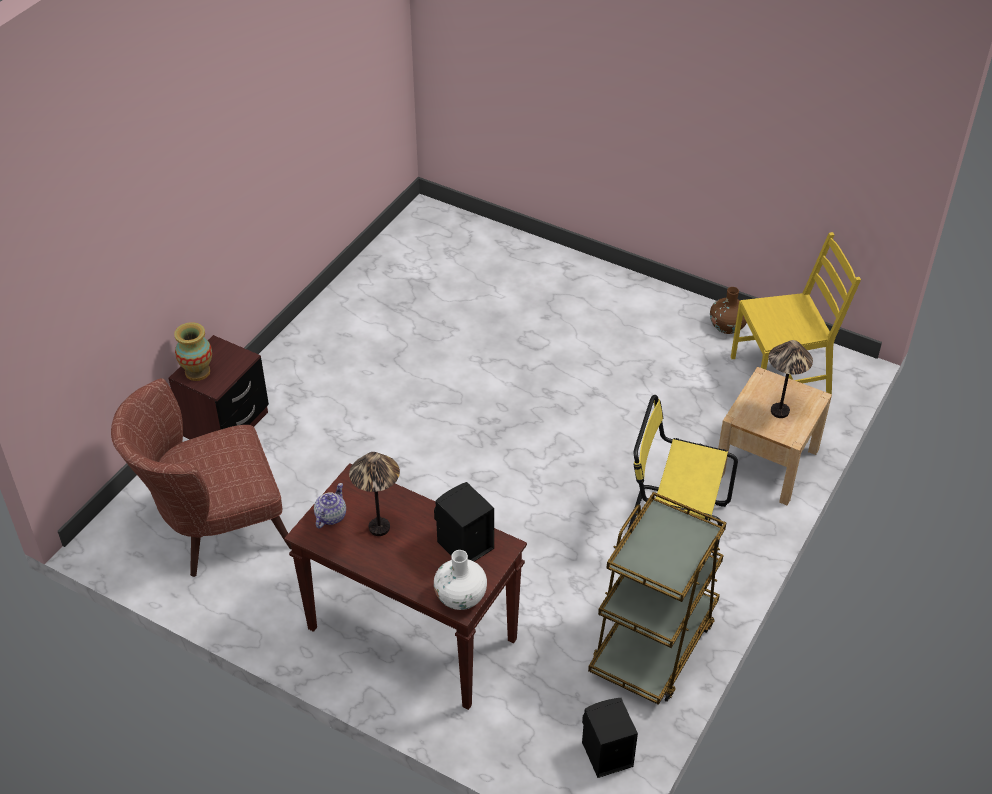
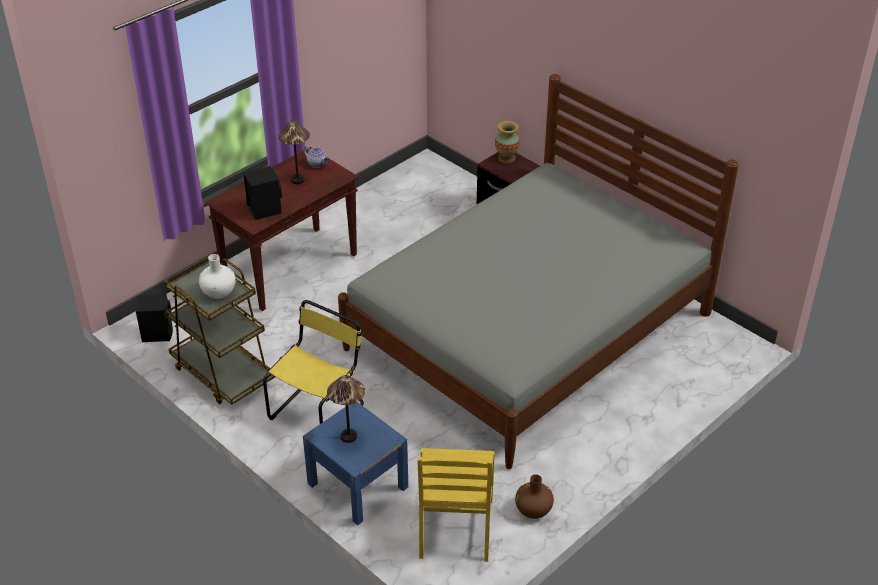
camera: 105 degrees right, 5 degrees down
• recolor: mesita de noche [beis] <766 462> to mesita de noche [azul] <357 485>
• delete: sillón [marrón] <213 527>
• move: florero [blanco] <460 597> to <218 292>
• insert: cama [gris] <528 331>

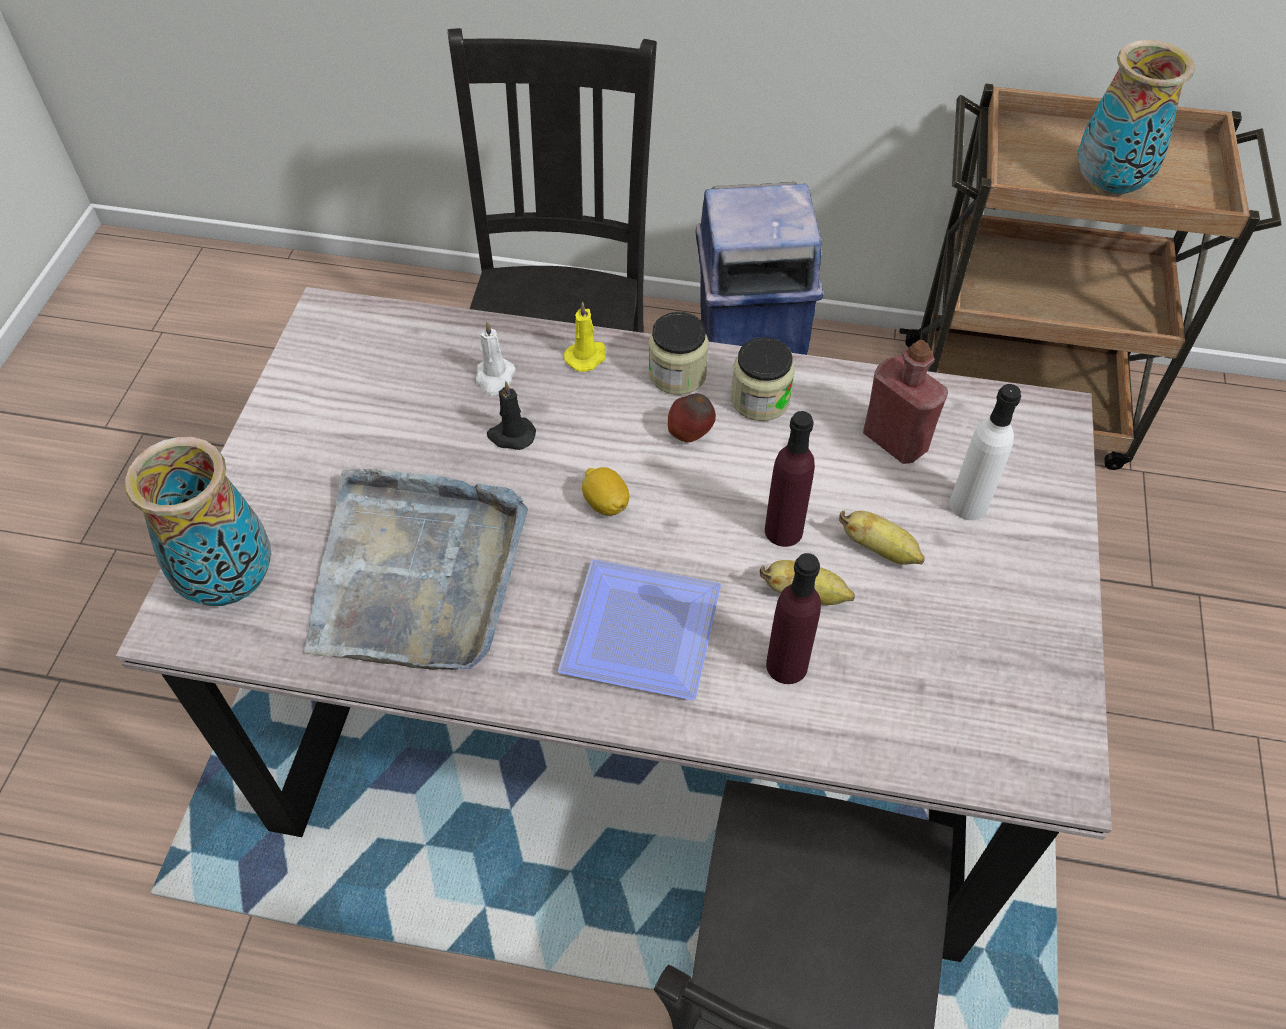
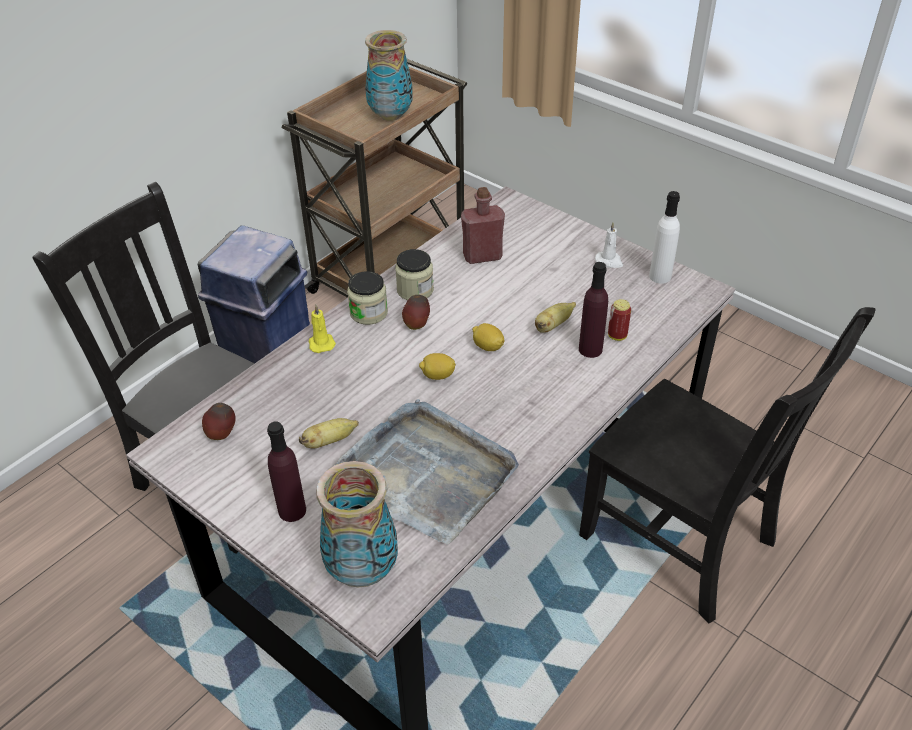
camera: 60 degrees left, 10 degrees down
• move: vela [blanco] <495 378> to <609 261>
• delete: vela [negro] <511 435>
• move: botella [blanco] <968 505> to <660 276>
• move: botella [morado] <783 530> to <292 510>
• move: plátano <880 550> to <329 441>
• delete: plato <647 629>
• insert: lata <617 336>
• insert: limón <488 347>
• insert: manzana <222 434>

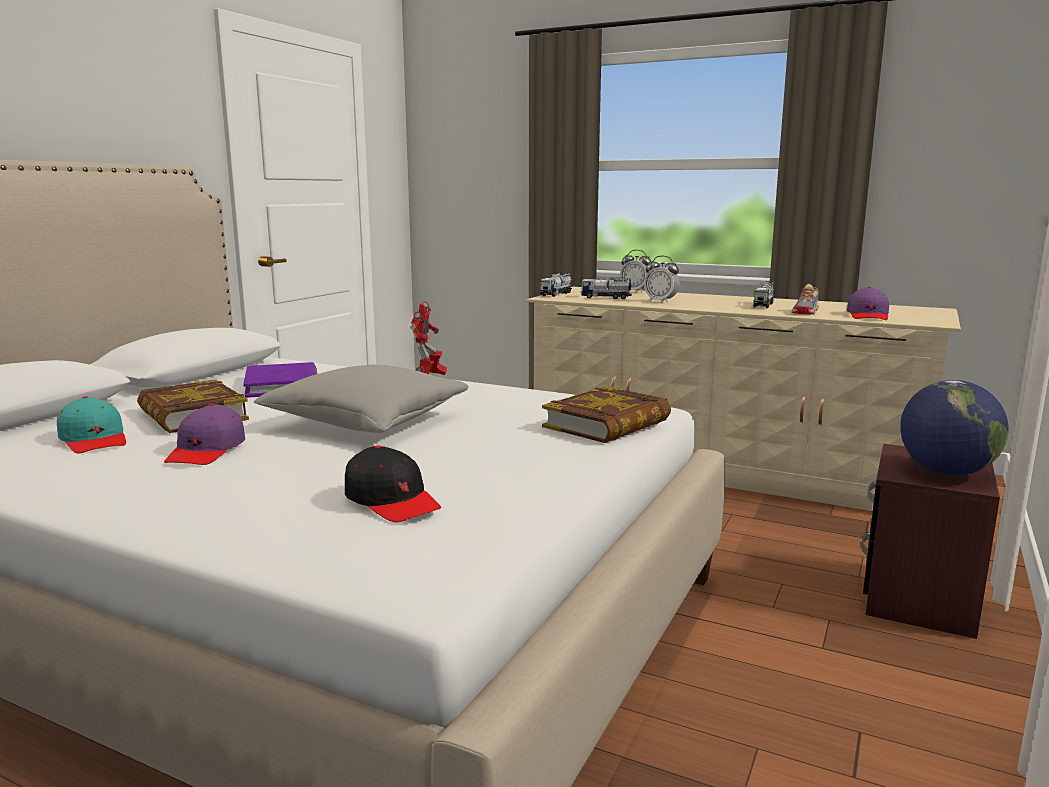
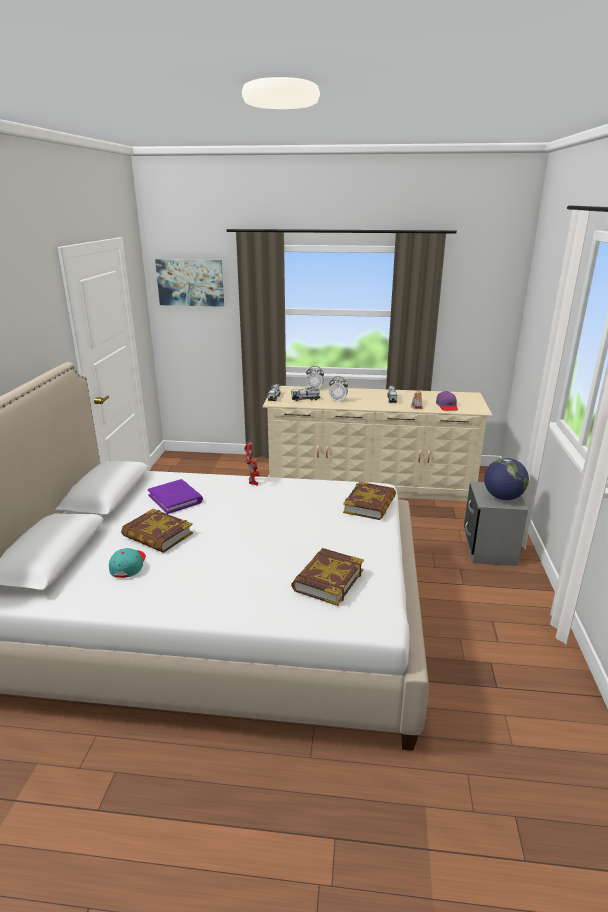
camera: 20 degrees left, 10 degrees up
• delete: cojín [gris] <367 422>
• rotate: gorra [turquesa] <94 440> = <128 566> 120 degrees counterclockwise
• delete: gorra [morado] <207 450>
• recolor: mesita de noche [marrón] <918 598> to mesita de noche [gris] <489 549>
• replace: gorra [negro] <392 501> to libro <327 580>
• insert: cuadro <190 282>

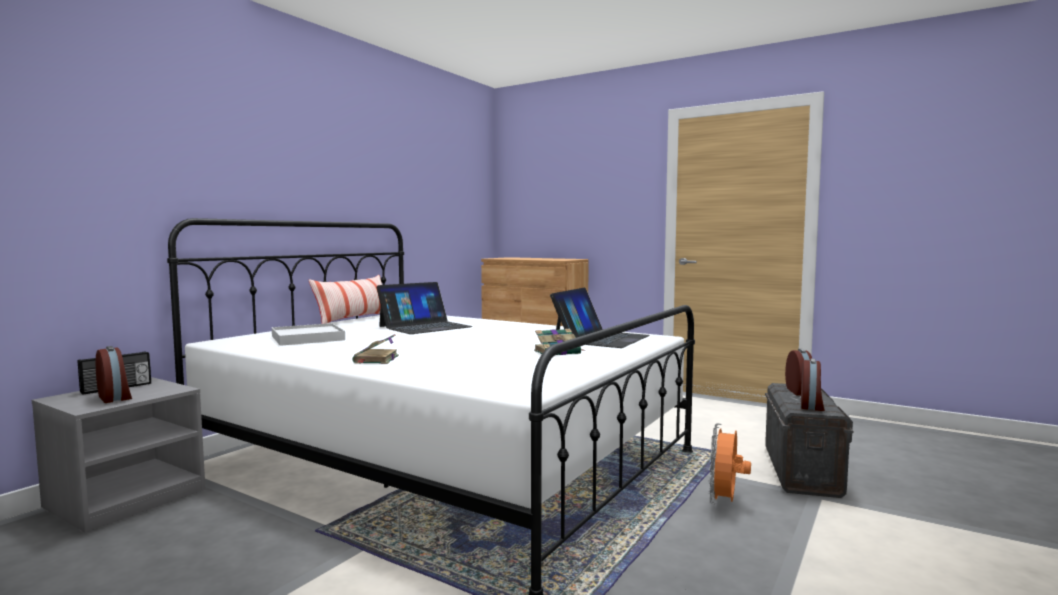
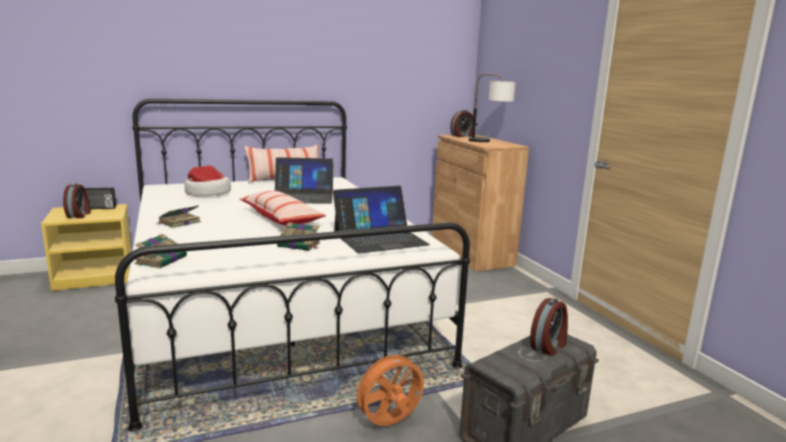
camera: 35 degrees right, 10 degrees up
• replace: bandeja [blanco] <307 338> to sombrero <207 193>
• move: despertador <812 406> to <462 136>
• recolor: mesita de noche [gris] <126 498> to mesita de noche [amarillo] <95 276>
• insert: lámpara de mesa <489 141>
• insert: cojín <281 218>
• insert: libro <162 260>

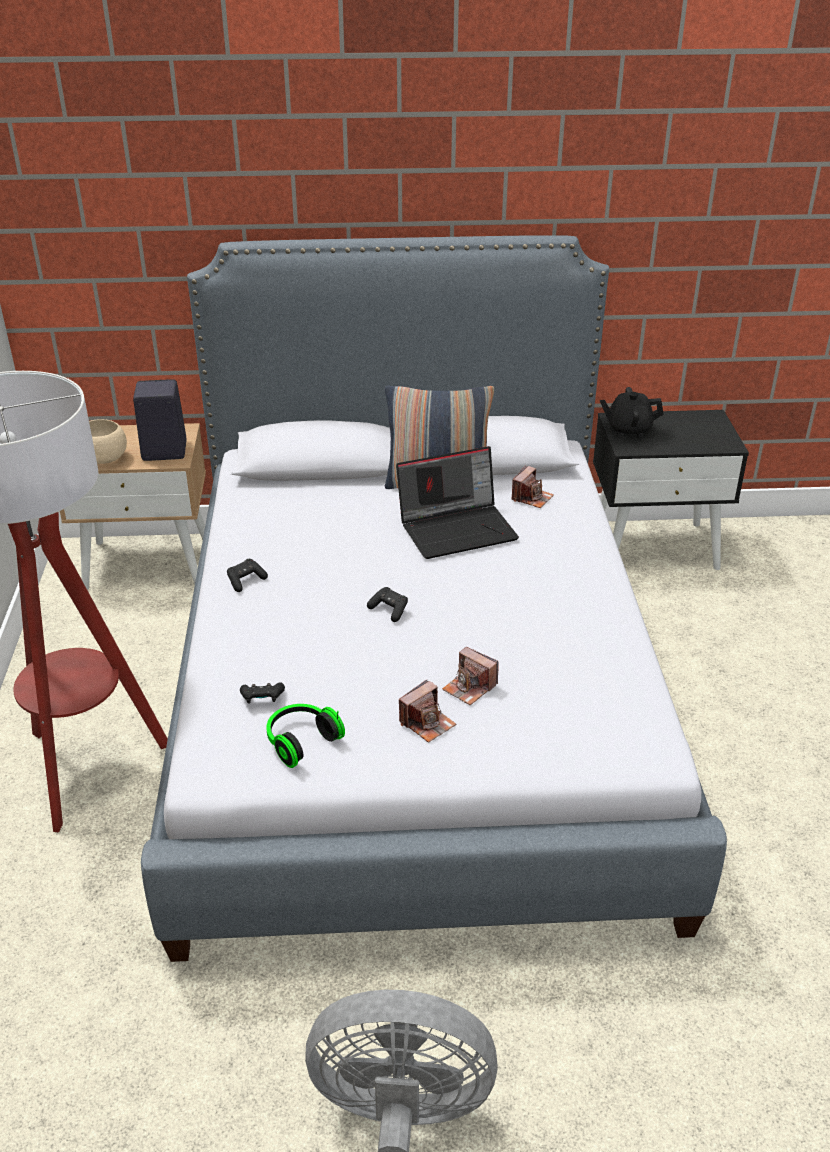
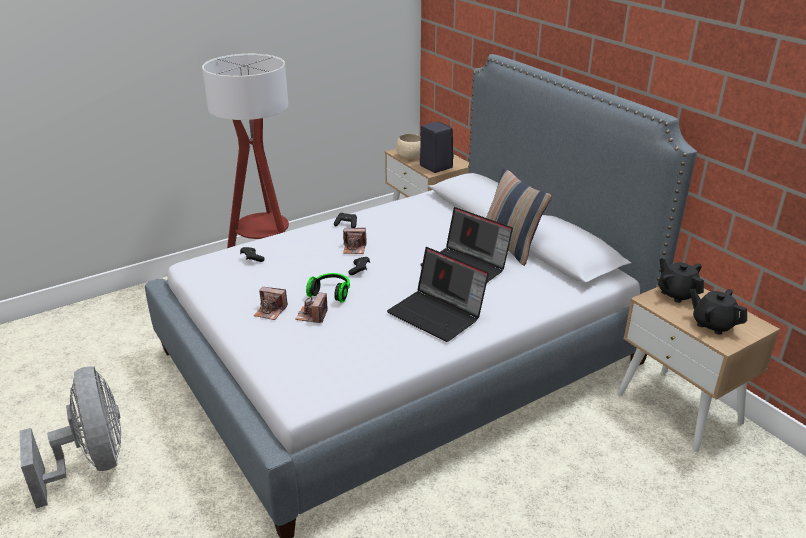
camera: 60 degrees right, 5 degrees down
• recolor: mesita de noche [negro] <654 547> to mesita de noche [beis] <679 408>
• move: cámara <531 498> to <354 248>
• move: auriculares <300 741> to <331 293>
• insert: portátil <438 314>
• insert: tetera [negro] <713 324>

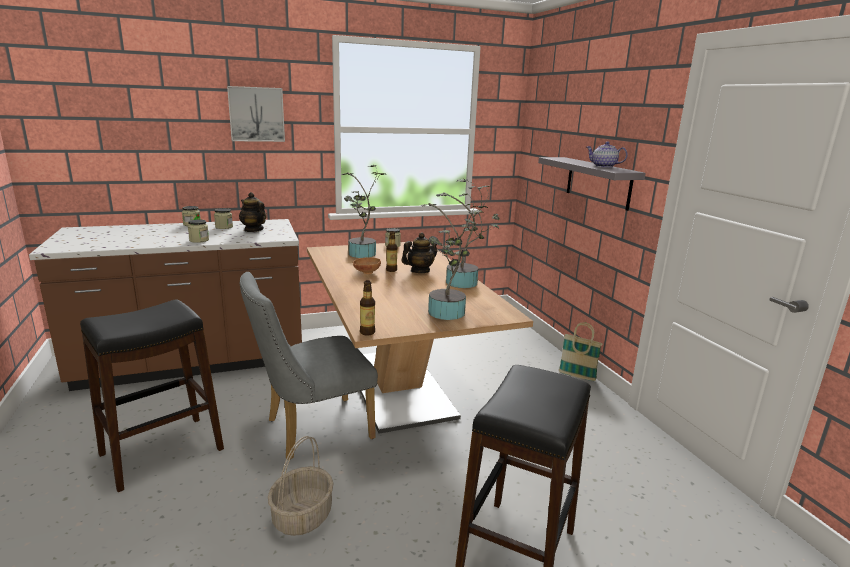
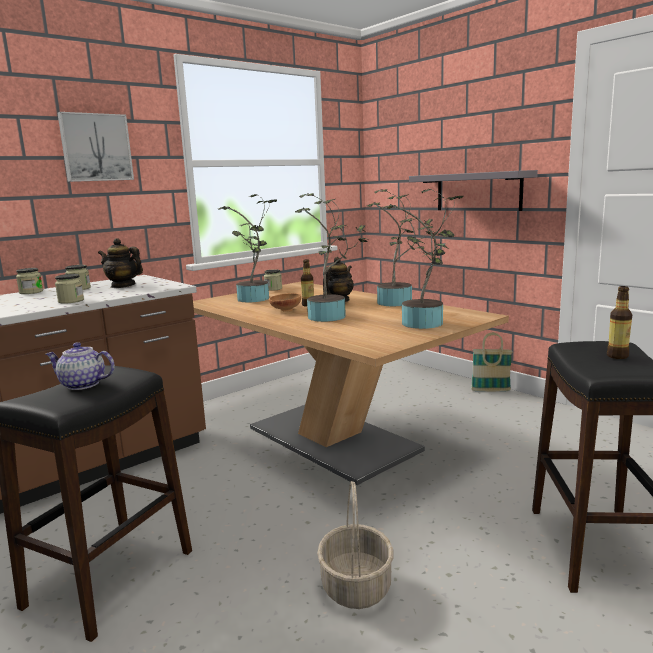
camera: 20 degrees left, 5 degrees down
• move: tetera <603 166> to <82 385>
• delete: silla [gris] <311 430>
• move: botella <367 332> to <617 356>
• insert: planta en maceta <331 316>

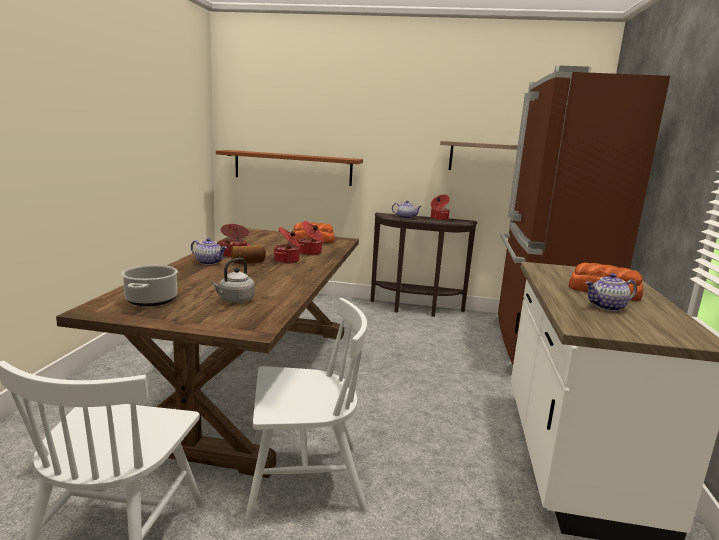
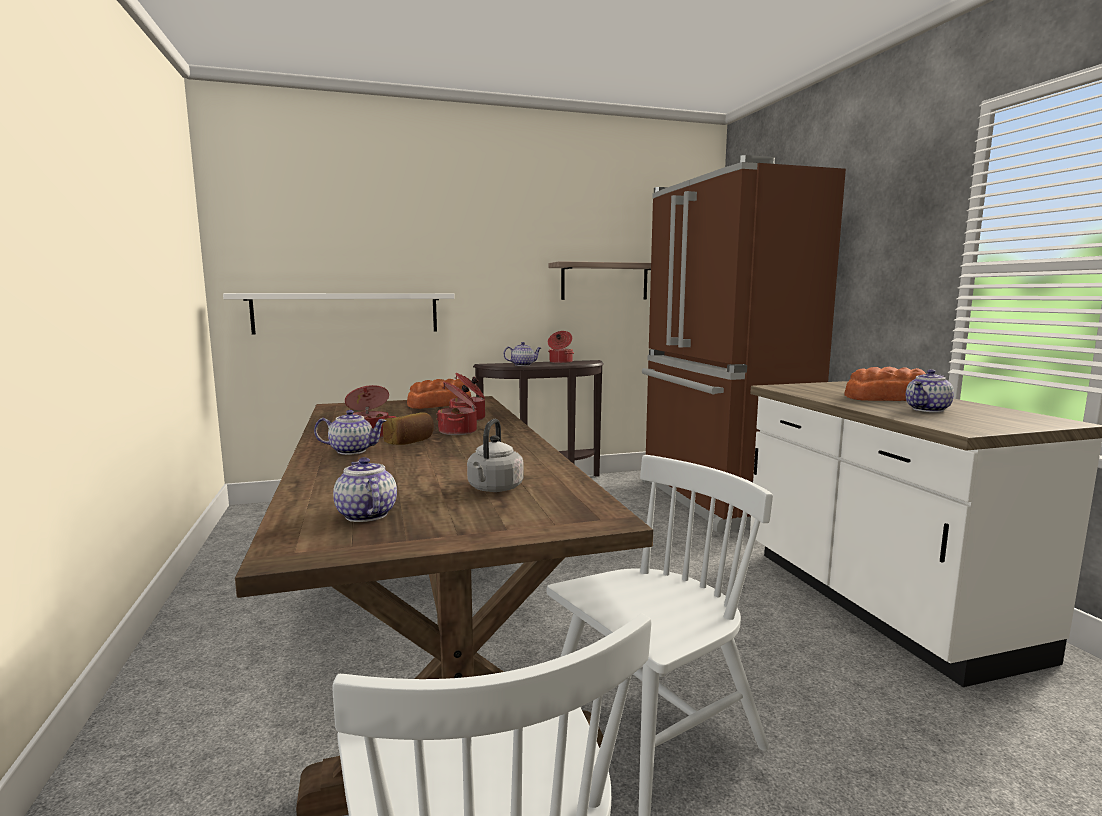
camera: 25 degrees left, 5 degrees down
• recolor: estante [marrón] <293 168> to estante [blanco] <346 313>
• replace: olla <151 300> to tetera <365 514>

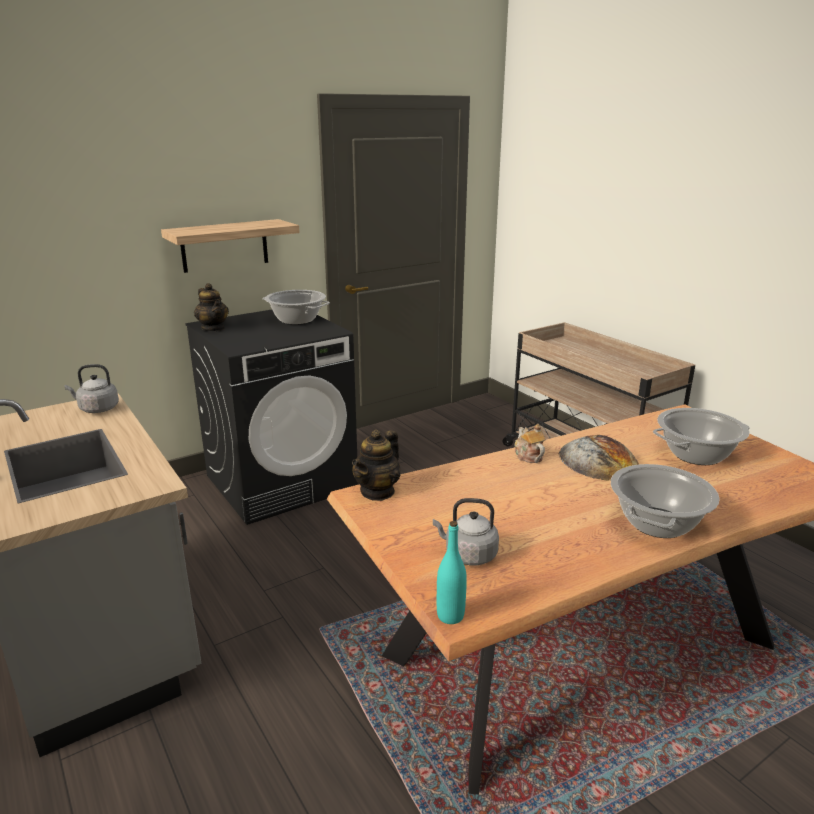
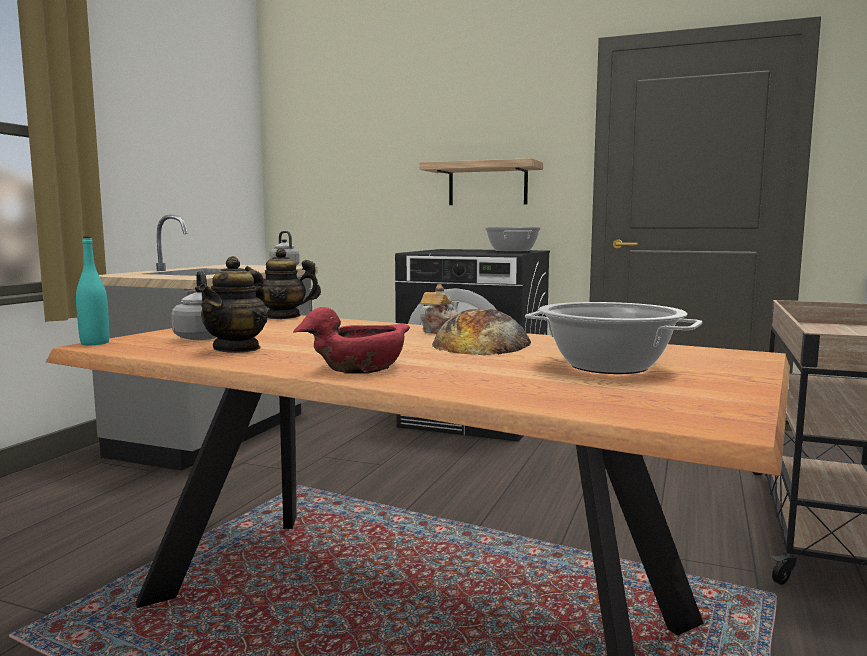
camera: 55 degrees right, 15 degrees down
• move: tetera <213 328> to <237 349>
• replace: olla <657 522> to cuenco [rojo] <360 367>

